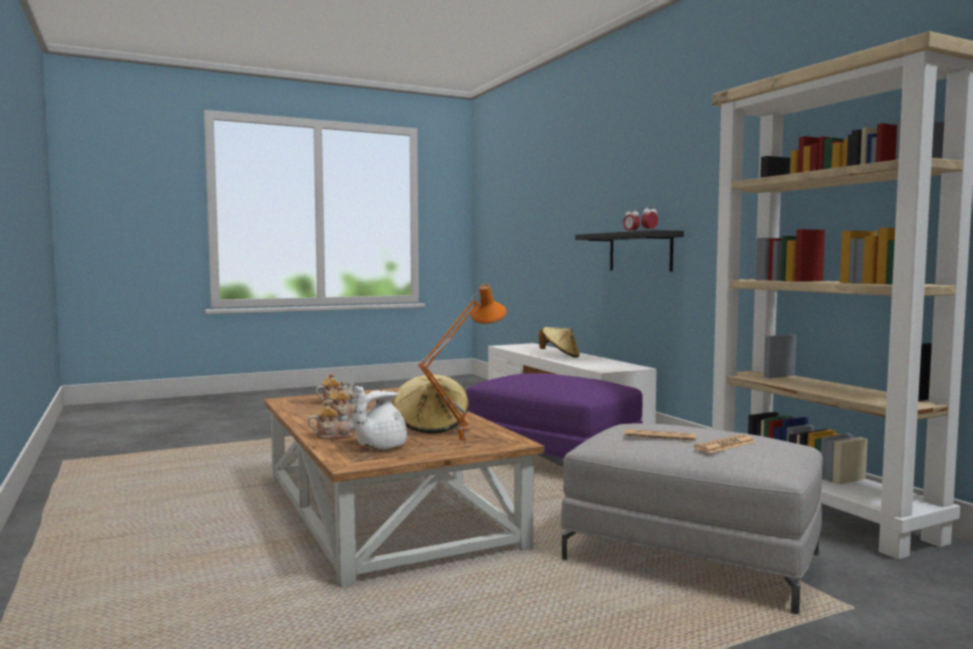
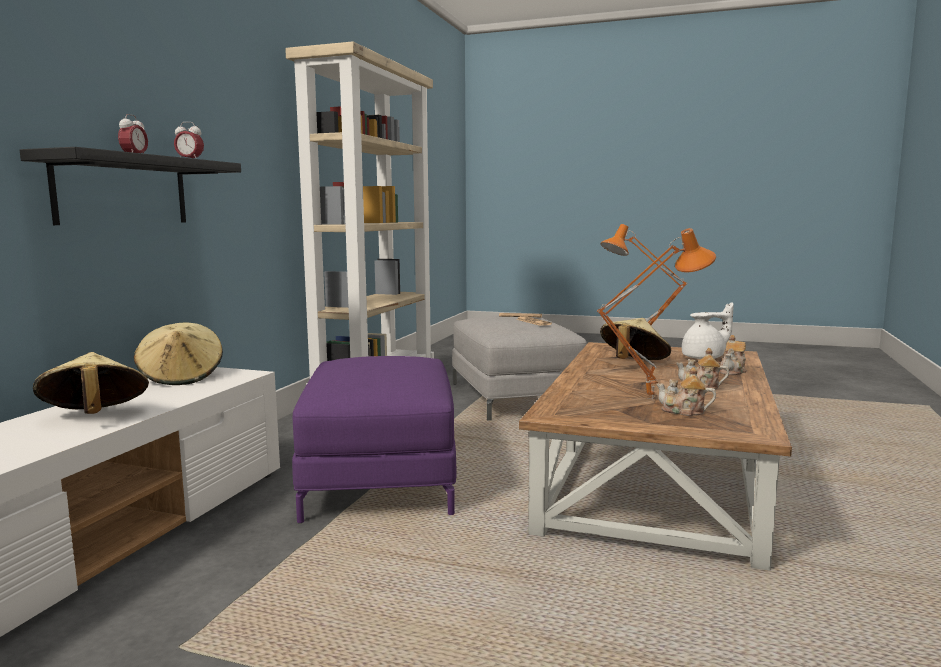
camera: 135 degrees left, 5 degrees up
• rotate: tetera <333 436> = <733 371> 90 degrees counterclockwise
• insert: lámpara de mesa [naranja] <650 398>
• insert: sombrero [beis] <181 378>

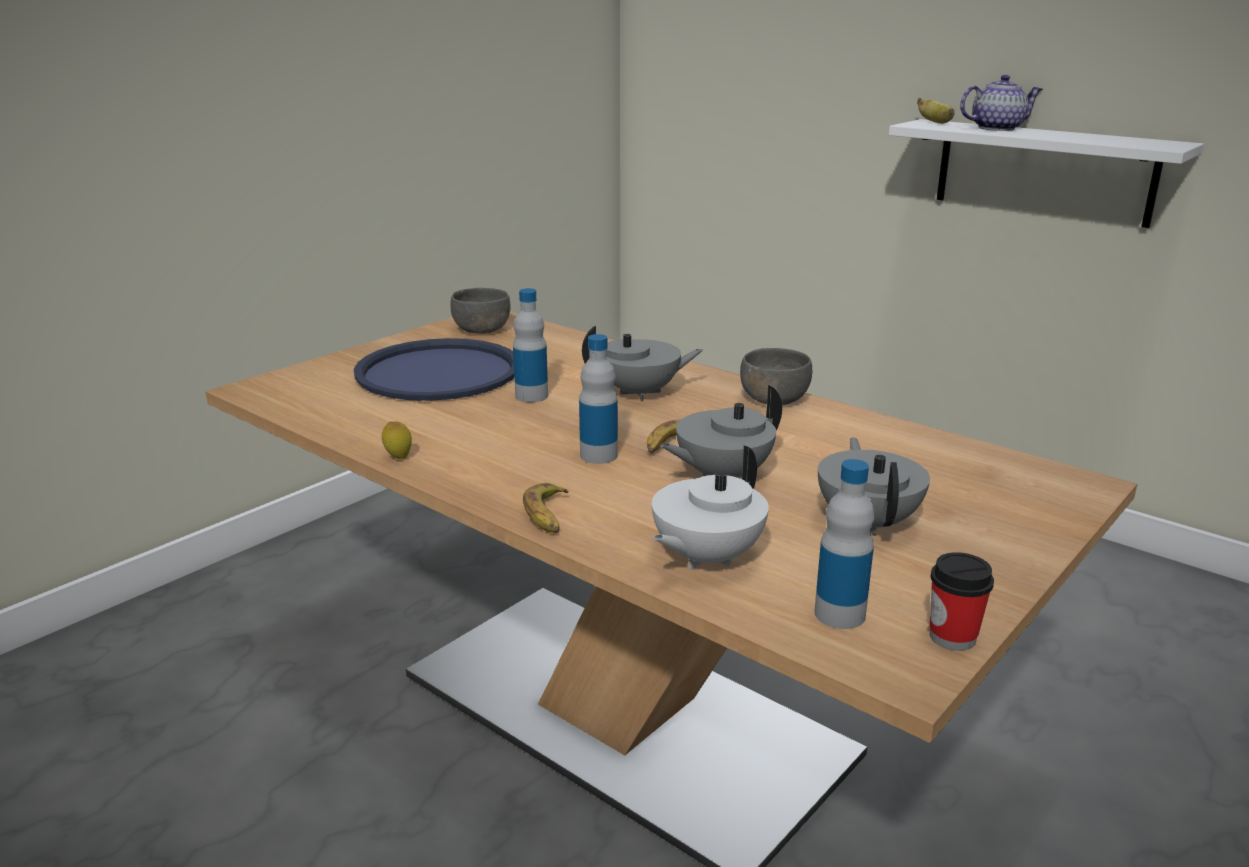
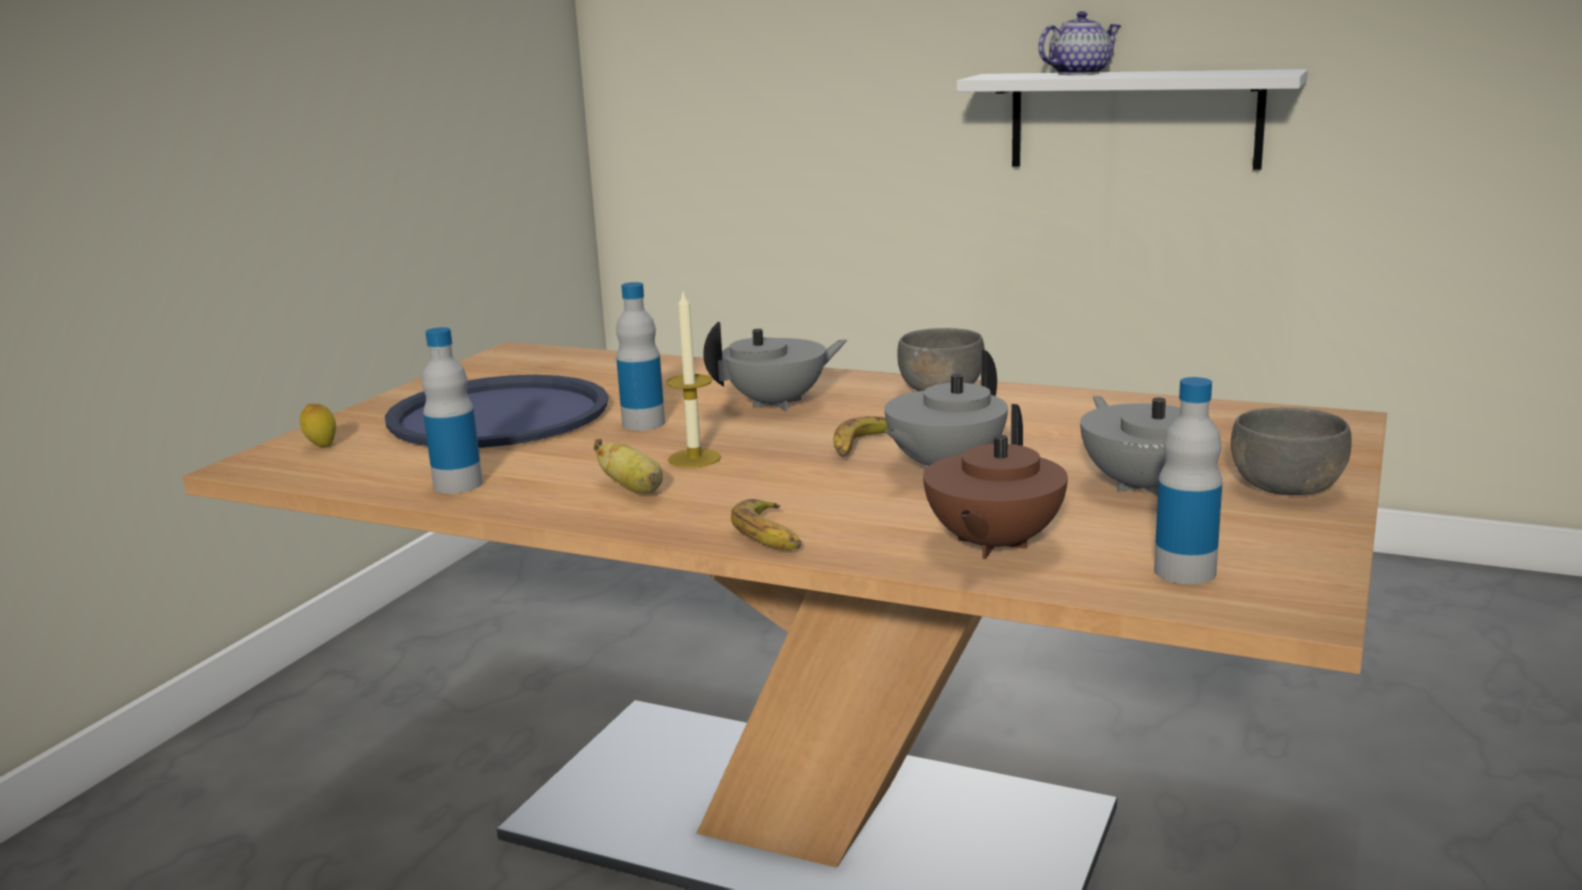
camera: 15 degrees left, 5 degrees down
• move: plátano <936 123> to <634 490>
• move: cuenco [gris] <481 329> to <1285 486>
• move: botella <598 455> to <458 485>
• move: limón <398 457> to <321 446>
• recolor: tetera [blanco] <705 557> to tetera [marrón] <992 545>
• delete: taza <952 637>
• insert: vela <694 458>

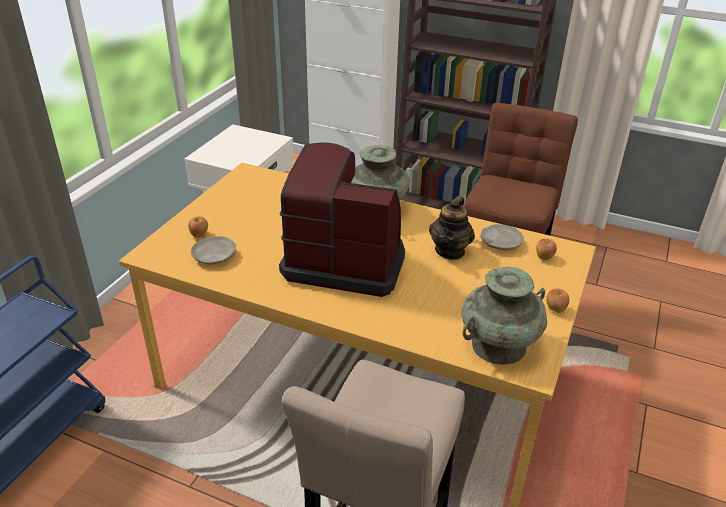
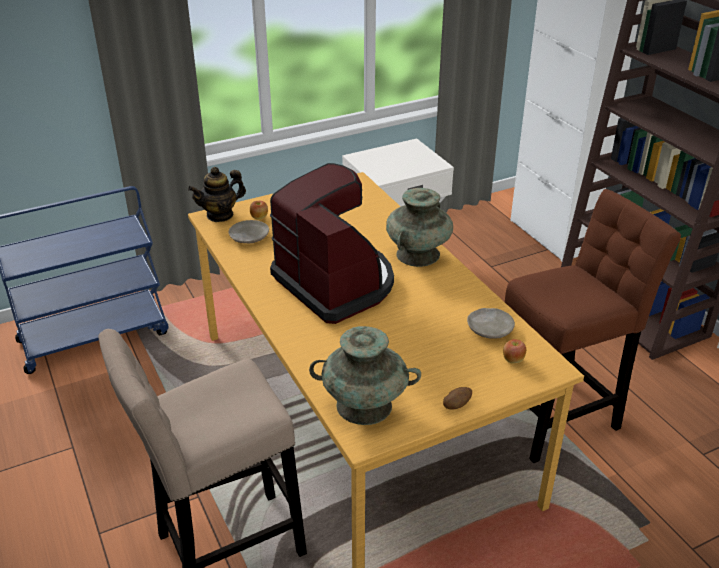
camera: 40 degrees right, 0 degrees up
• move: tetera <450 251> to <220 215>
• replace: manzana <555 309> to patata <456 405>

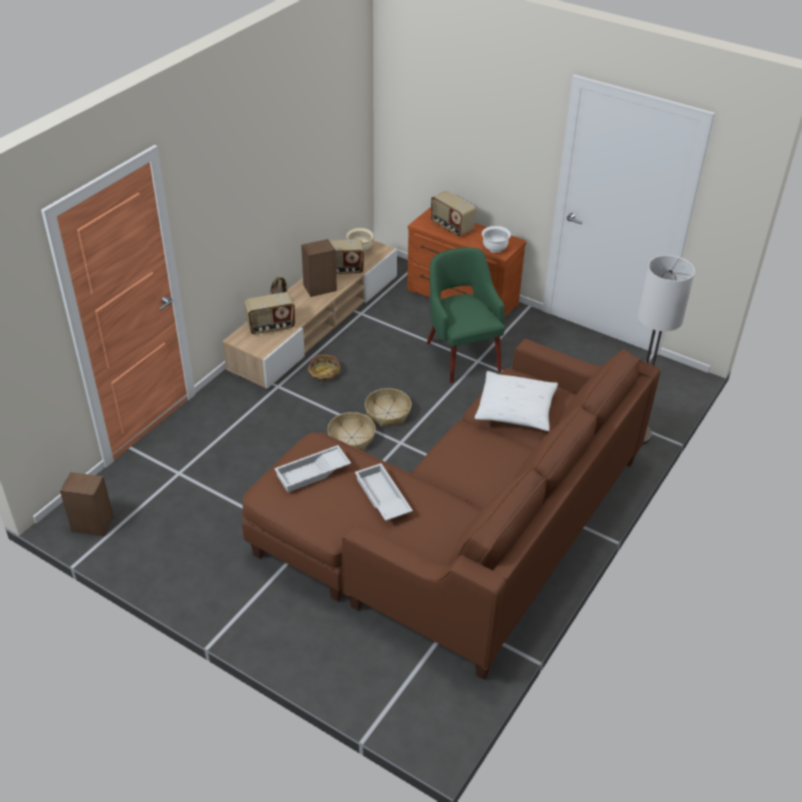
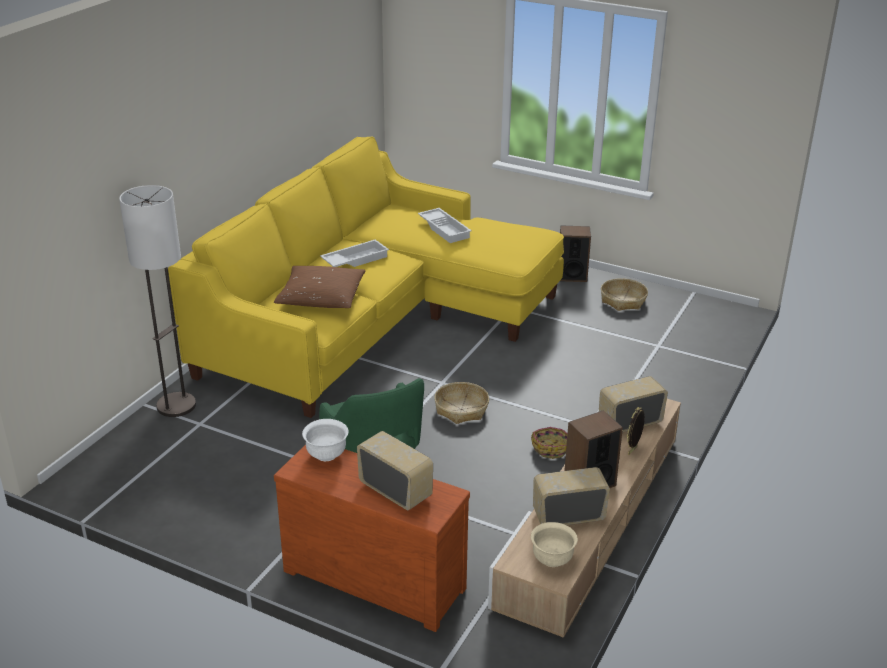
camera: 175 degrees right, 10 degrees down
• recolor: sofá [marrón] <463 531> to sofá [amarillo] <374 320>
• recolor: cojín [blanco] <515 410> to cojín [marrón] <321 297>
• move: cesta <351 438> to <623 300>
• move: bandeja [blanco] <313 473> to <355 259>
• move: altavoz <92 524> to <572 276>

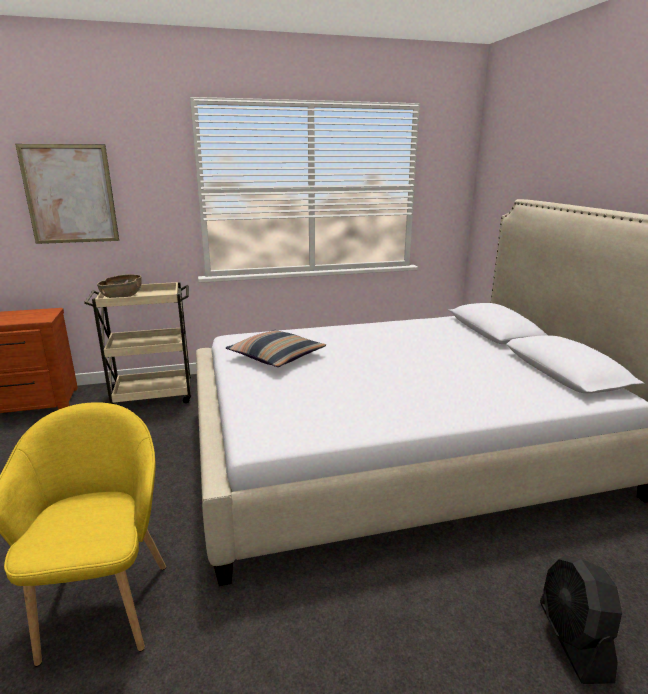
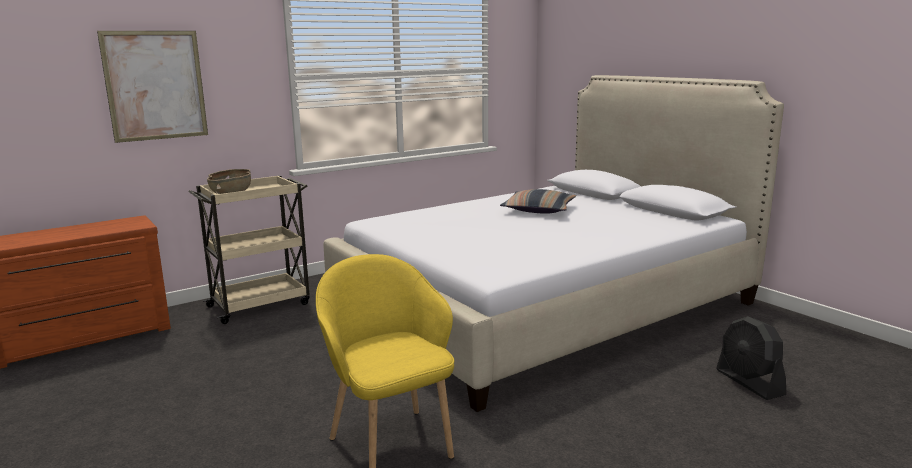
camera: 20 degrees left, 5 degrees down
• move: cojín <276 357> to <539 210>

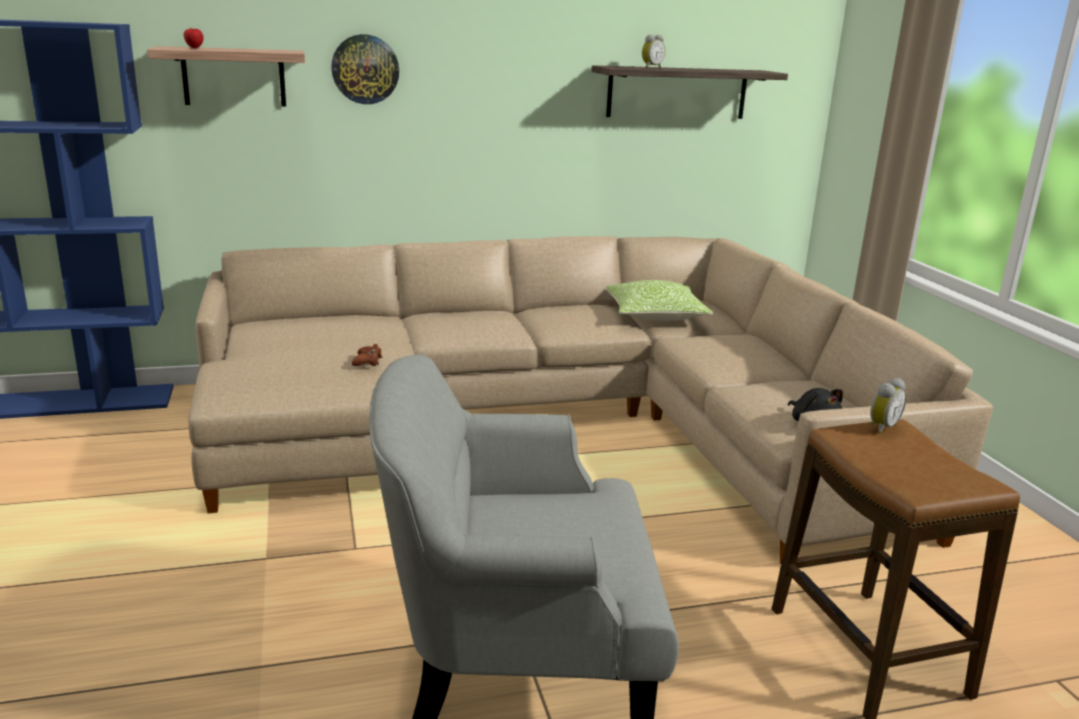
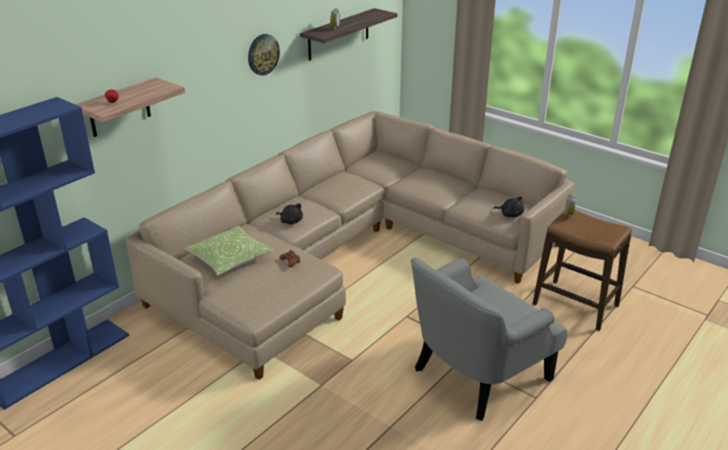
camera: 35 degrees left, 10 degrees up
• move: reloj de pared <365 69> to <263 54>
• move: cojín <654 315> to <230 259>
• insert: peluche [negro] <290 221>

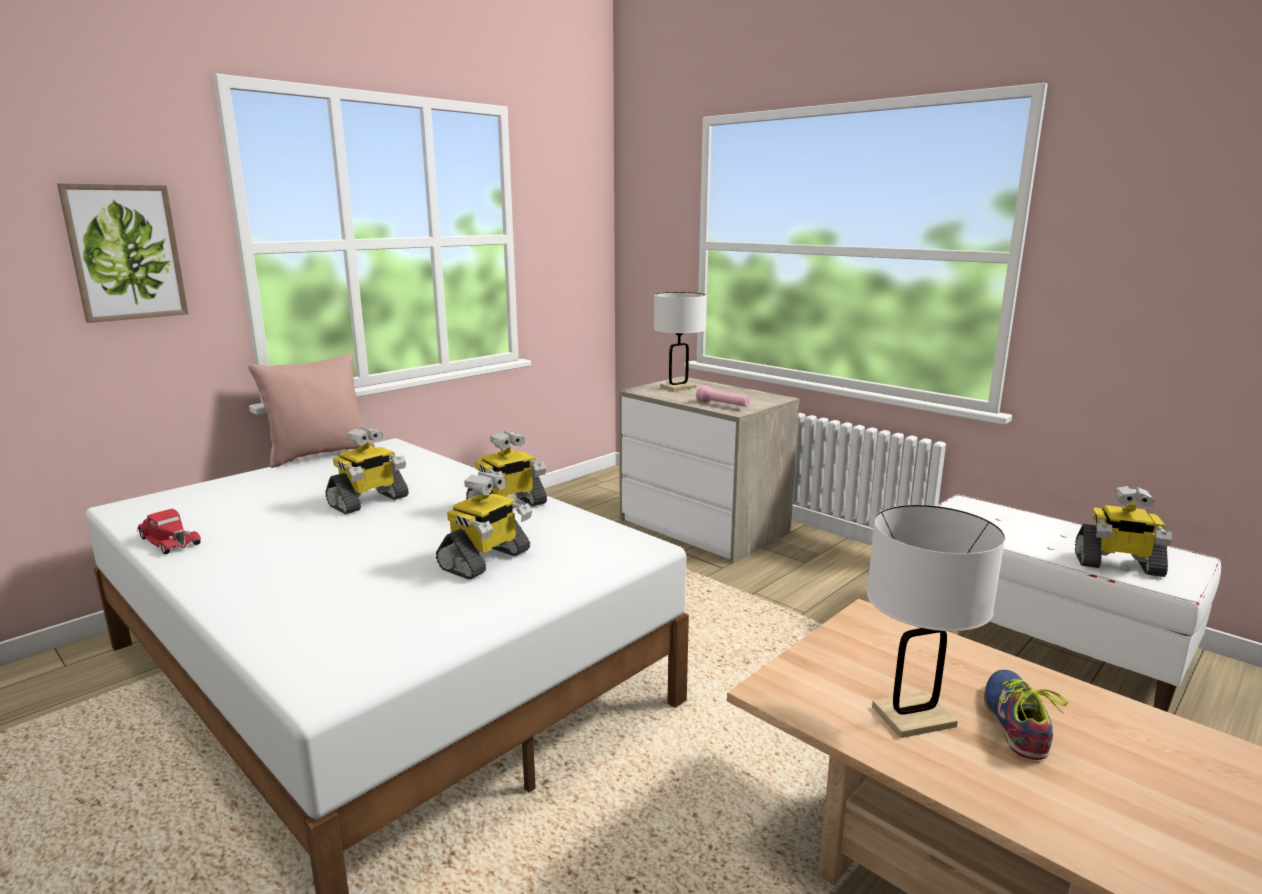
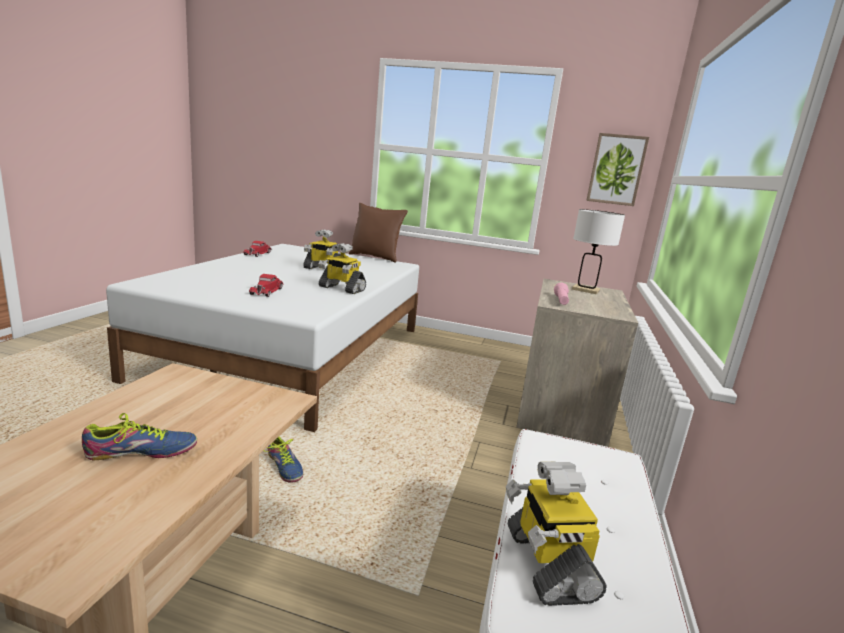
camera: 60 degrees right, 0 degrees up
• move: cuadro <125 252> to <616 169>
• recolor: cojín [rosa] <319 454> to cojín [marrón] <375 257>
• replace: robot de juguete <485 560> to coche de juguete [rojo] <267 291>
• delete: lámpara de mesa [blanco] <913 716>
• insert: zapato <285 467>

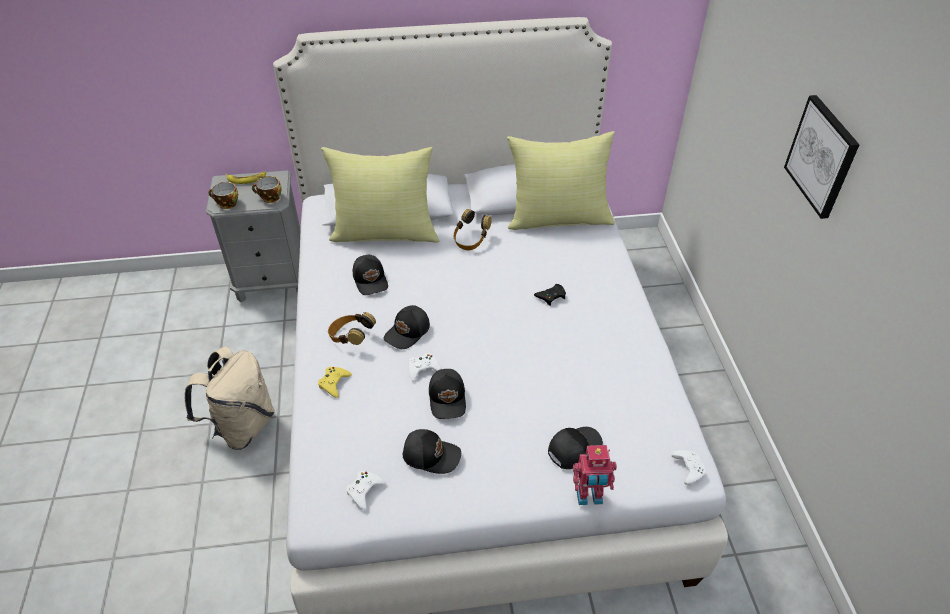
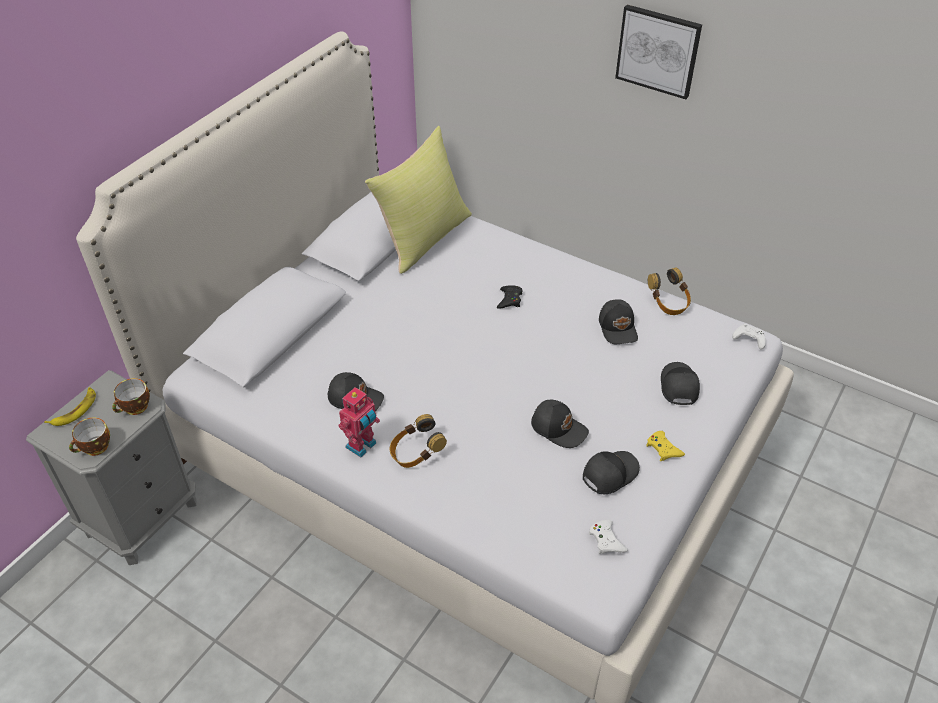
camera: 50 degrees left, 0 degrees up
• delete: cojín [amarillo] <385 232>
• move: auriculares <471 240> to <668 303>
• move: gorra [negro] <408 332> to <618 328>
• delete: mochila [beis] <242 426>
• delete: mando de consola [blanco] <423 369>
• move: mando de consola [amarillo] <334 383> to <663 449>
• move: robot de juguete <589 497> to <362 446>

